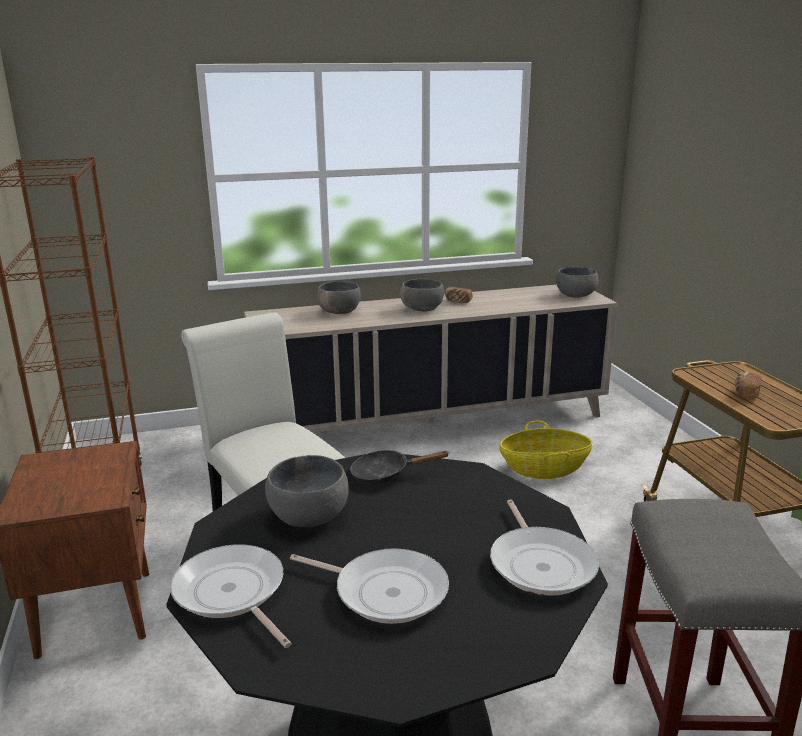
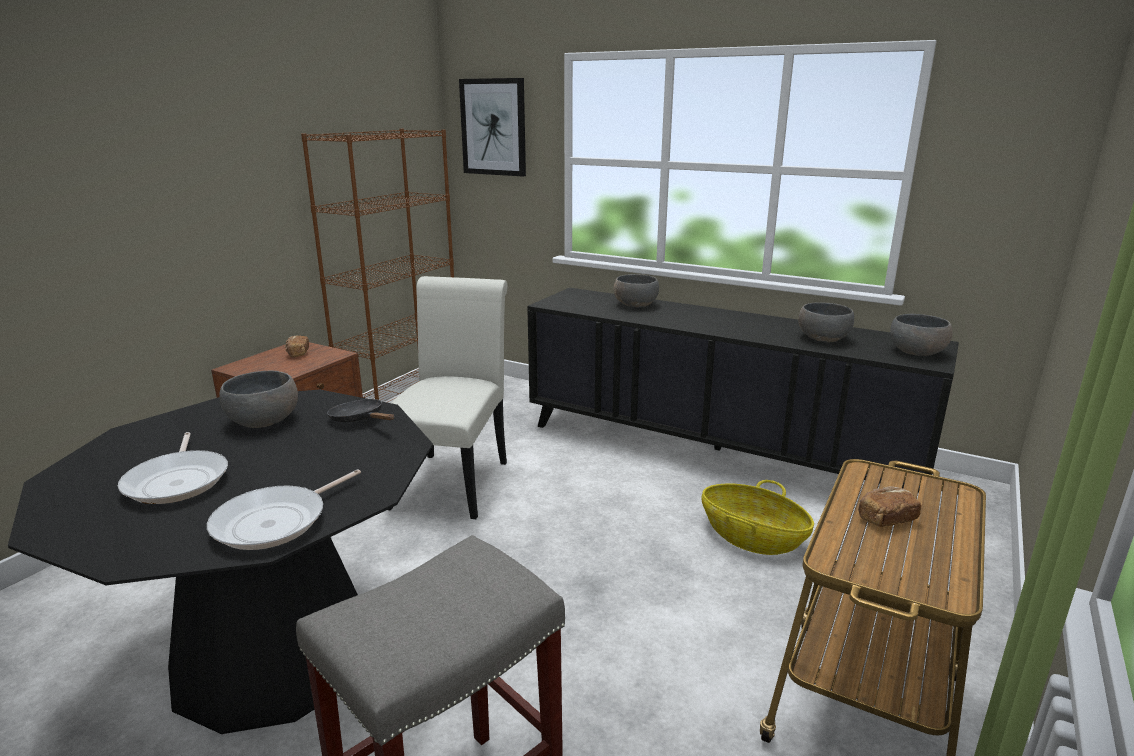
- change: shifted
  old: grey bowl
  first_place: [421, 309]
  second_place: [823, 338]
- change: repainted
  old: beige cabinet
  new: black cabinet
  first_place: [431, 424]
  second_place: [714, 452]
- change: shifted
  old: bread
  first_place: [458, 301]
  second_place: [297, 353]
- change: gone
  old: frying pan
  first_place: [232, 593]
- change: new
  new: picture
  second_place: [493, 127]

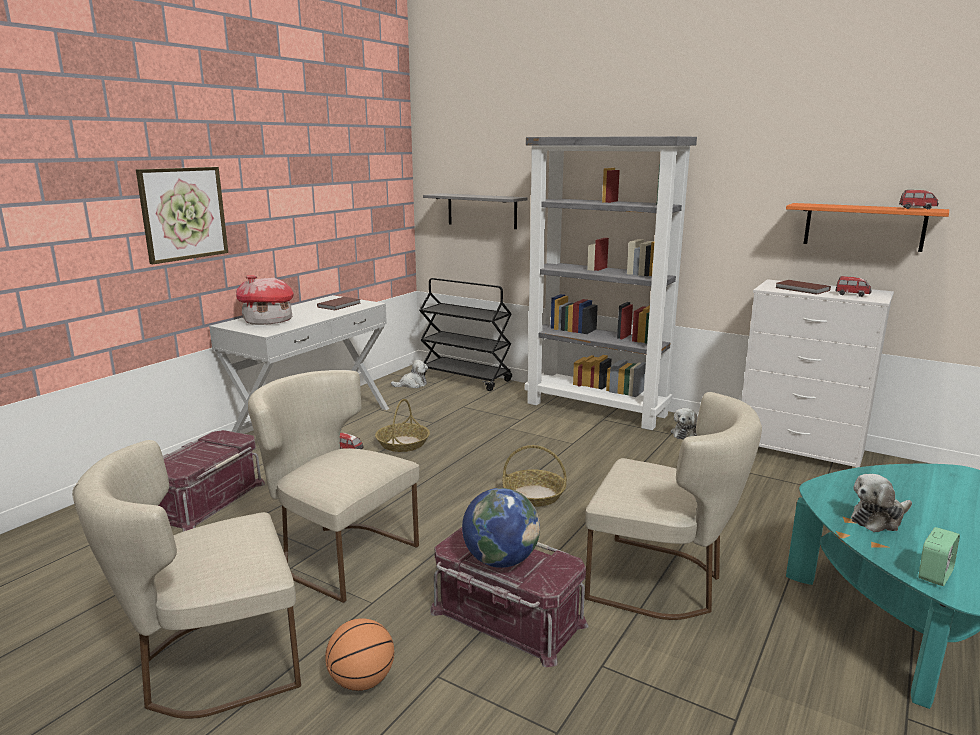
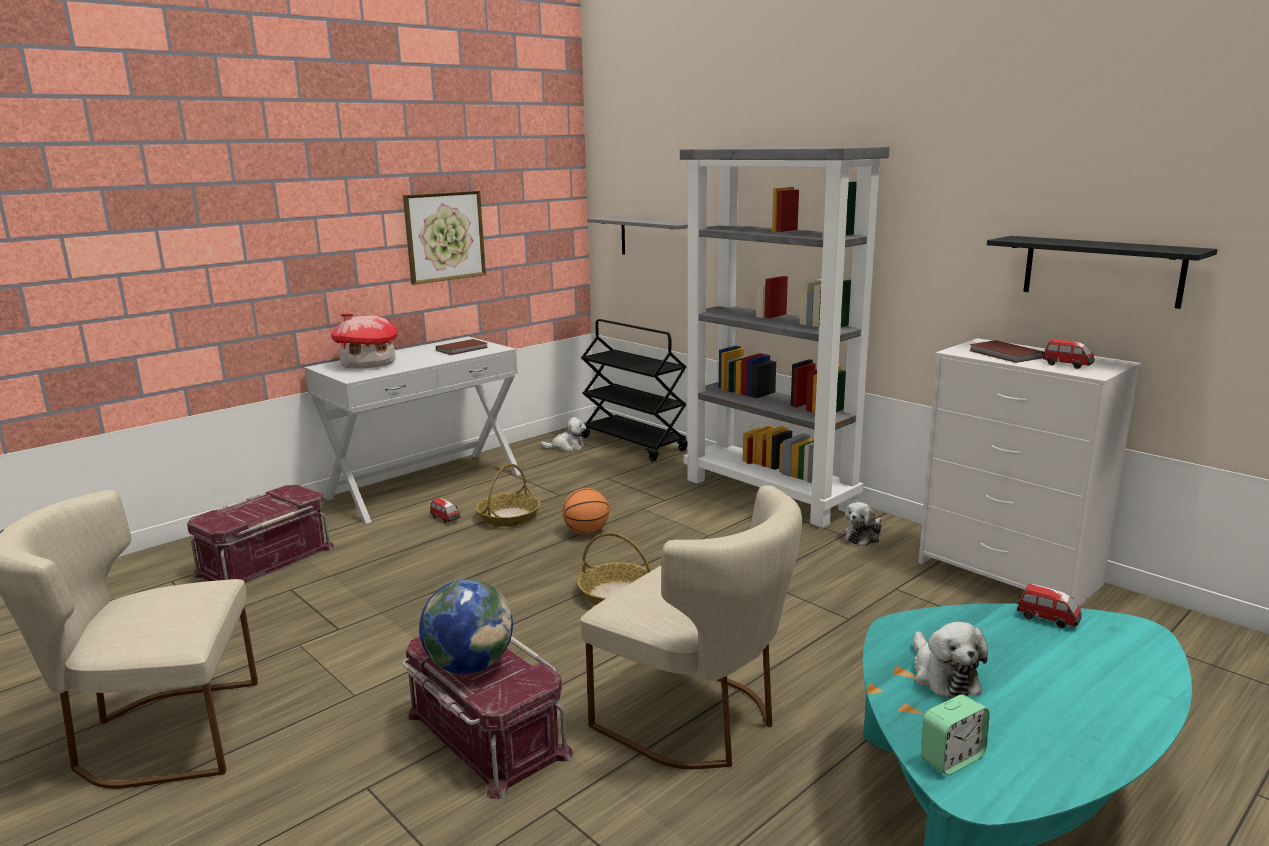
- change: shifted
  old: picture
  first_place: [183, 213]
  second_place: [444, 236]
- change: shifted
  old: toy car
  first_place: [917, 208]
  second_place: [1048, 619]
- change: repainted
  old: orange shelf
  new: black shelf
  first_place: [864, 226]
  second_place: [1101, 270]
- change: gone
  old: beige chair
  first_place: [338, 554]
- change: rotated
  old: plush toy
  first_place: [878, 519]
  second_place: [943, 676]
  degrees: -90
- change: shifted
  old: basketball
  first_place: [362, 681]
  second_place: [586, 532]

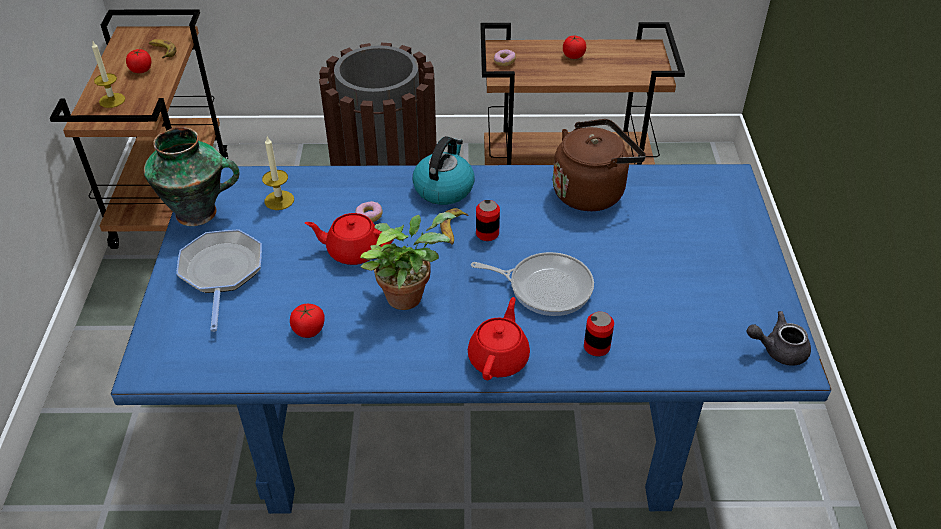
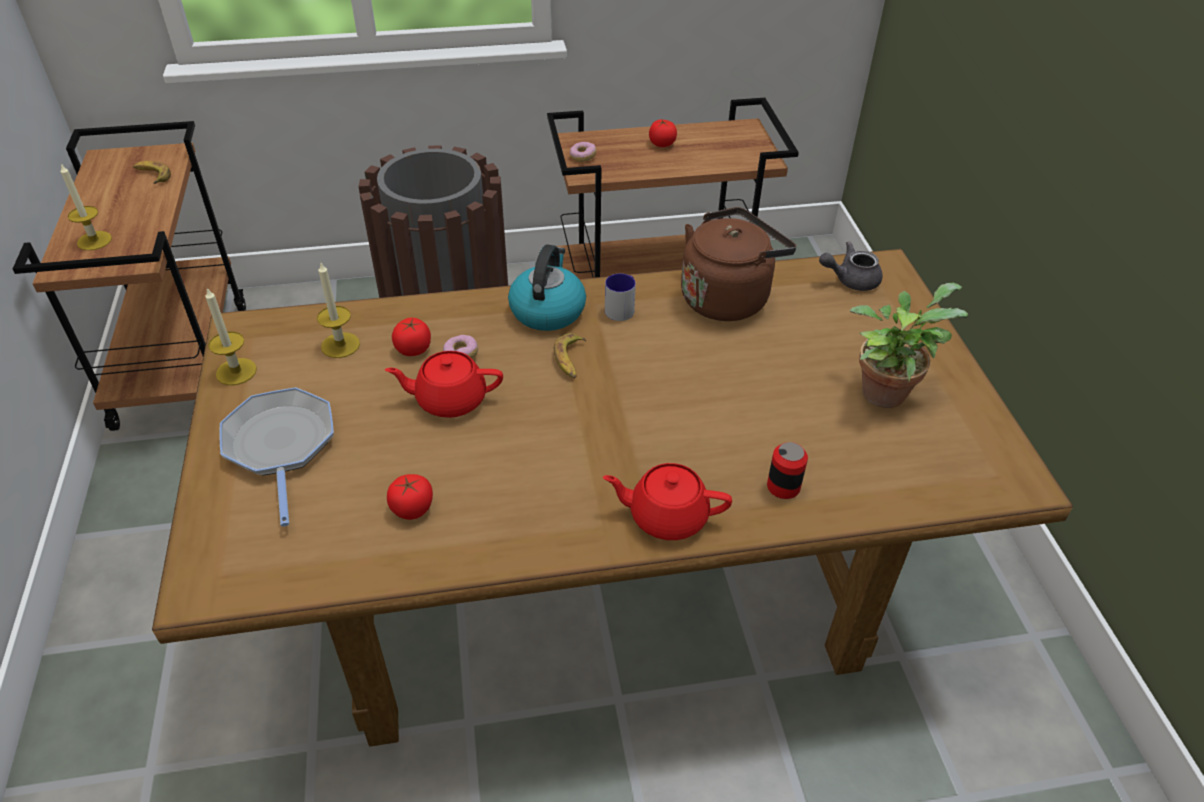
- change: shifted
  old: tomato
  first_place: [141, 70]
  second_place: [413, 349]
- change: swapped
  old: vase
  new: candle
  first_place: [198, 213]
  second_place: [236, 371]
- change: repainted
  old: blue dining table
  new: brown dining table
  first_place: [468, 412]
  second_place: [596, 582]
- change: gone
  old: can
  first_place: [487, 233]
- change: shifted
  old: potted plant
  first_place: [408, 294]
  second_place: [885, 389]
- change: gone
  old: frying pan
  first_place: [546, 287]
- change: rotated
  old: red teapot
  first_place: [499, 358]
  second_place: [666, 516]
  degrees: -90
- change: shifted
  old: grey teapot
  first_place: [778, 349]
  second_place: [850, 279]
- change: new
  new: mug
  second_place: [622, 308]

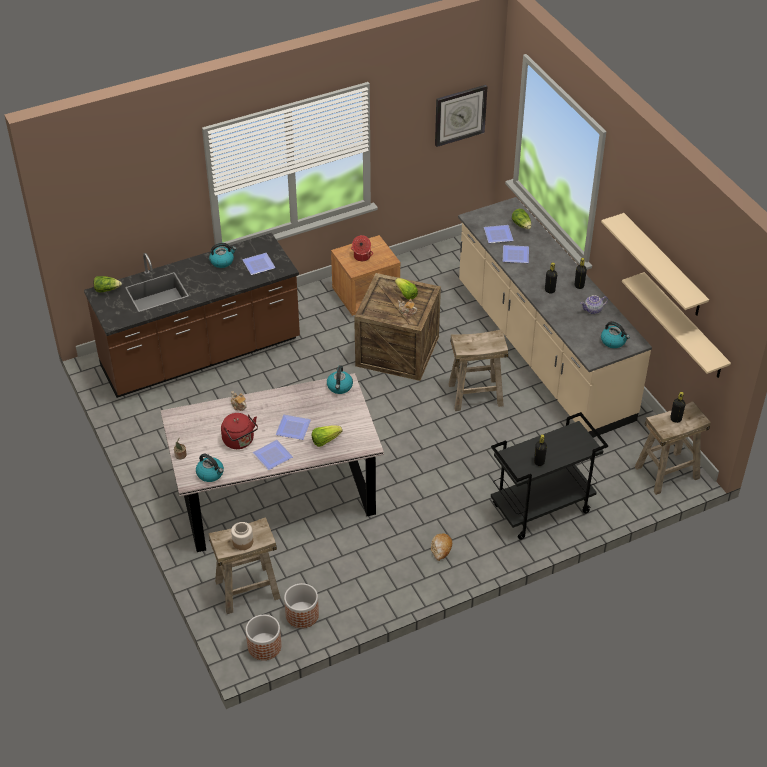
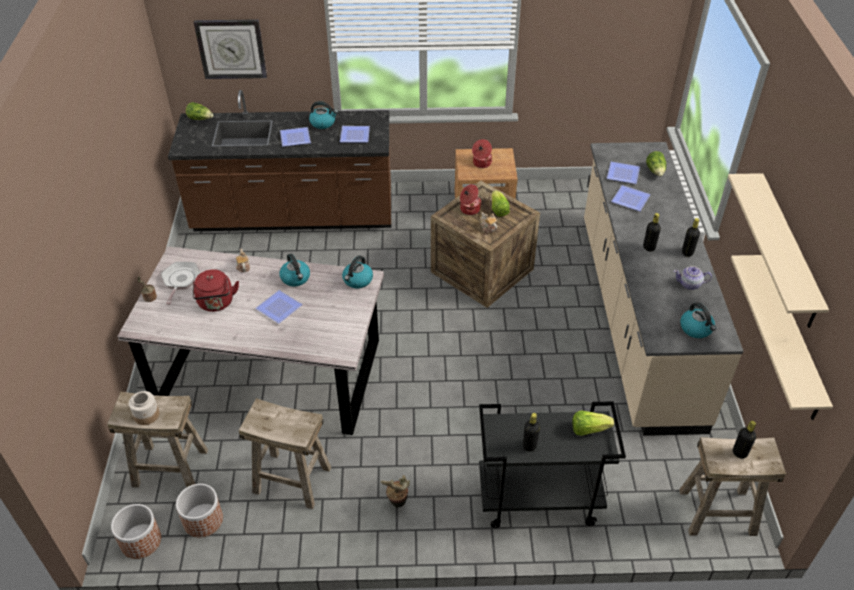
- change: shifted
  old: wall clock
  first_place: [460, 115]
  second_place: [231, 48]
- change: shifted
  old: beige stool
  first_place: [475, 395]
  second_place: [291, 480]
- change: shifted
  old: lettuce
  first_place: [325, 440]
  second_place: [588, 429]
- change: shifted
  old: plate
  first_place: [274, 456]
  second_place: [296, 138]
- change: shifted
  old: kettle
  first_place: [210, 474]
  second_place: [296, 278]
- change: swapped
  old: bread
  new: potted plant
  first_place: [441, 549]
  second_place: [397, 503]
- change: new
  new: cooking pot
  second_place: [469, 209]
- change: new
  new: frying pan
  second_place: [180, 281]

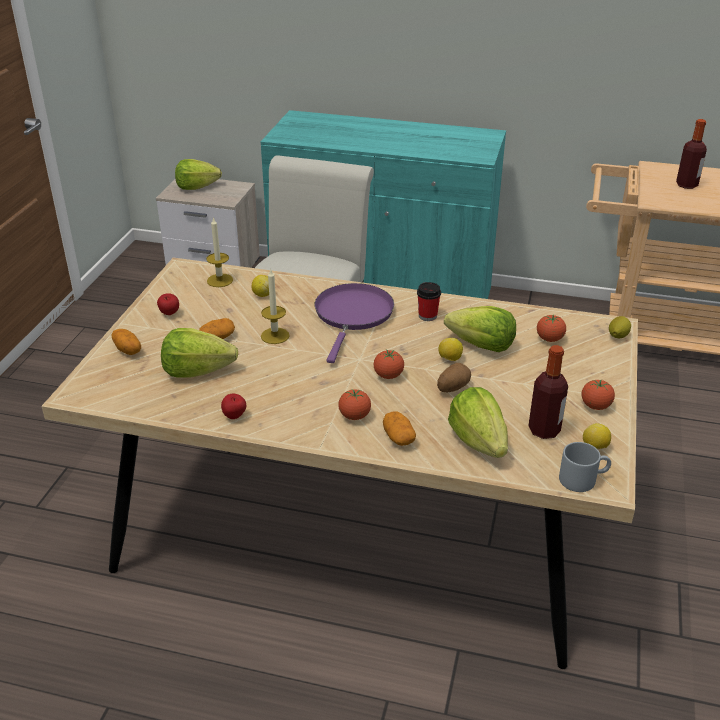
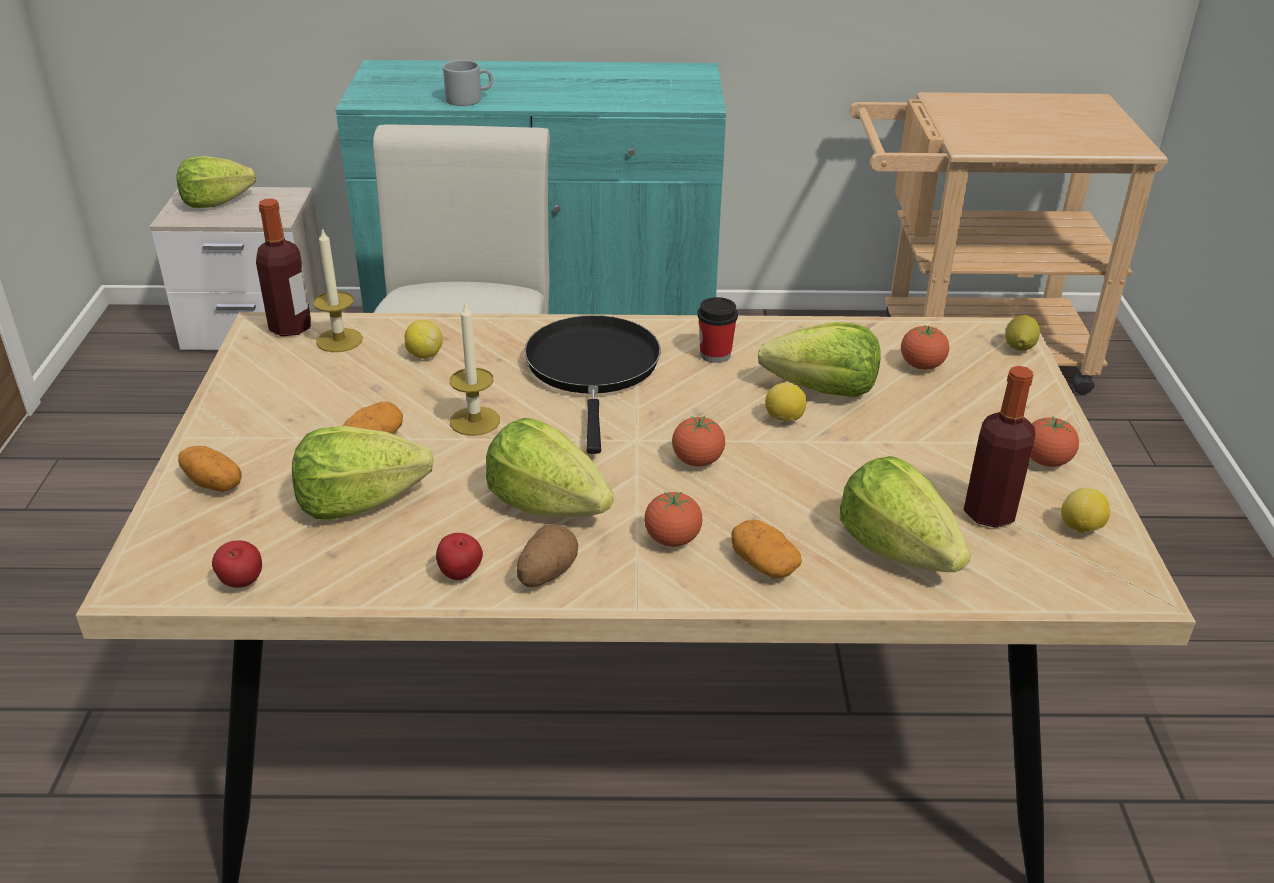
- change: shifted
  old: bottle
  first_place: [686, 185]
  second_place: [290, 327]
- change: repainted
  old: purple frying pan
  new: black frying pan
  first_place: [353, 315]
  second_place: [593, 369]
- change: shifted
  old: apple
  first_place: [169, 314]
  second_place: [242, 584]
- change: shifted
  old: potato
  first_place: [452, 387]
  second_place: [546, 573]
- change: shifted
  old: grey mug
  first_place: [583, 479]
  second_place: [469, 99]
- change: new
  new: lettuce
  second_place: [547, 504]

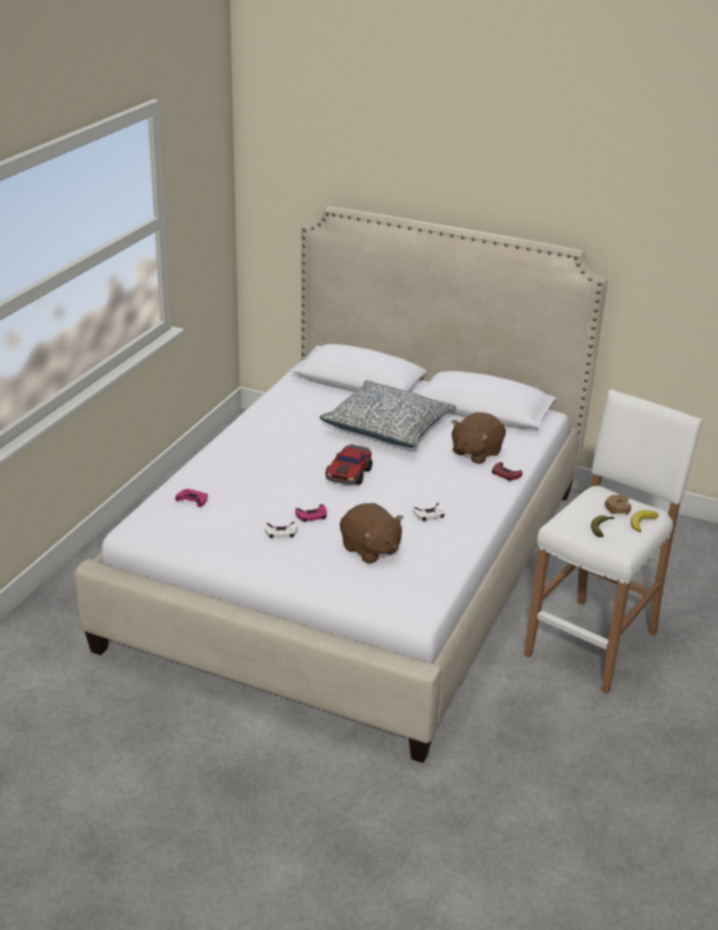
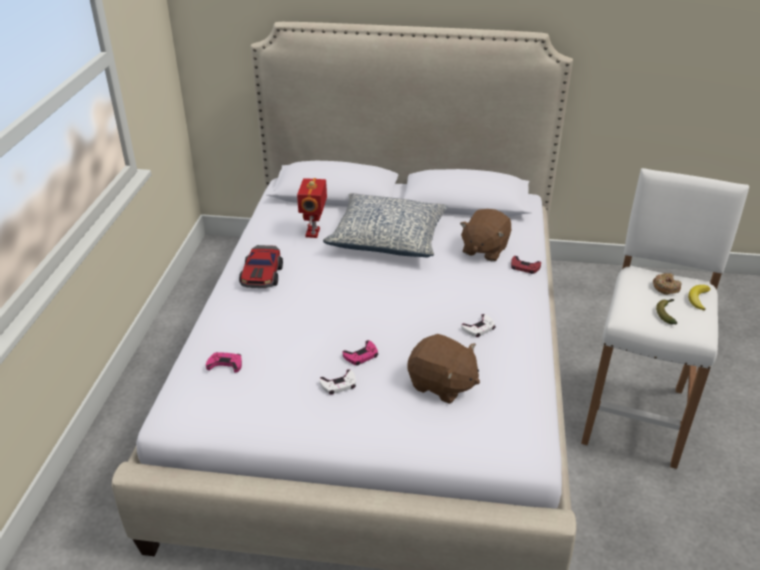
- change: shifted
  old: toy car
  first_place: [349, 473]
  second_place: [262, 275]
- change: new
  new: toy robot
  second_place: [314, 232]

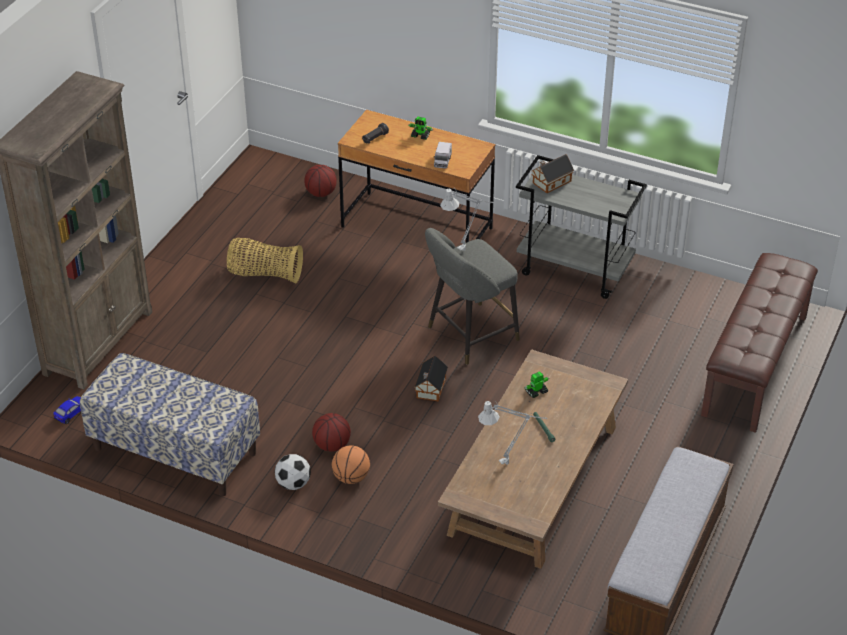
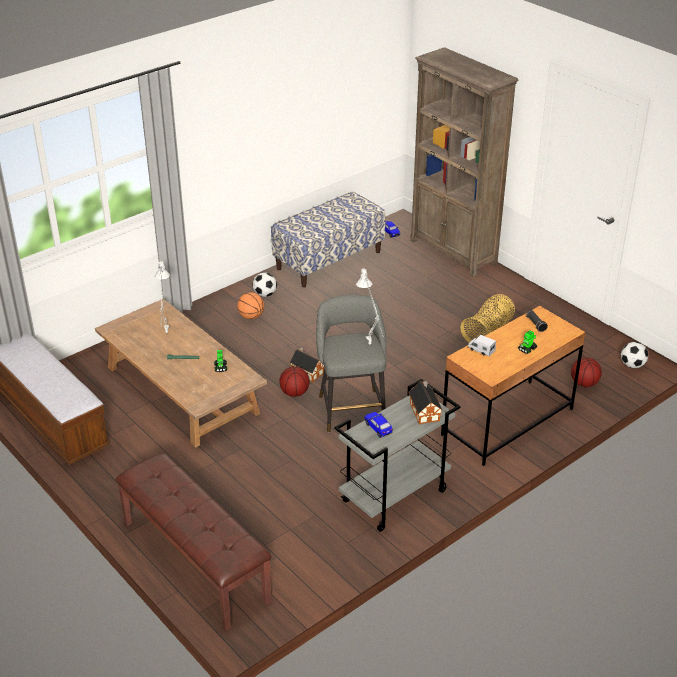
- change: shifted
  old: basketball
  first_place: [332, 445]
  second_place: [294, 393]
- change: new
  new: football
  second_place: [632, 365]
- change: new
  new: toy car
  second_place: [378, 428]

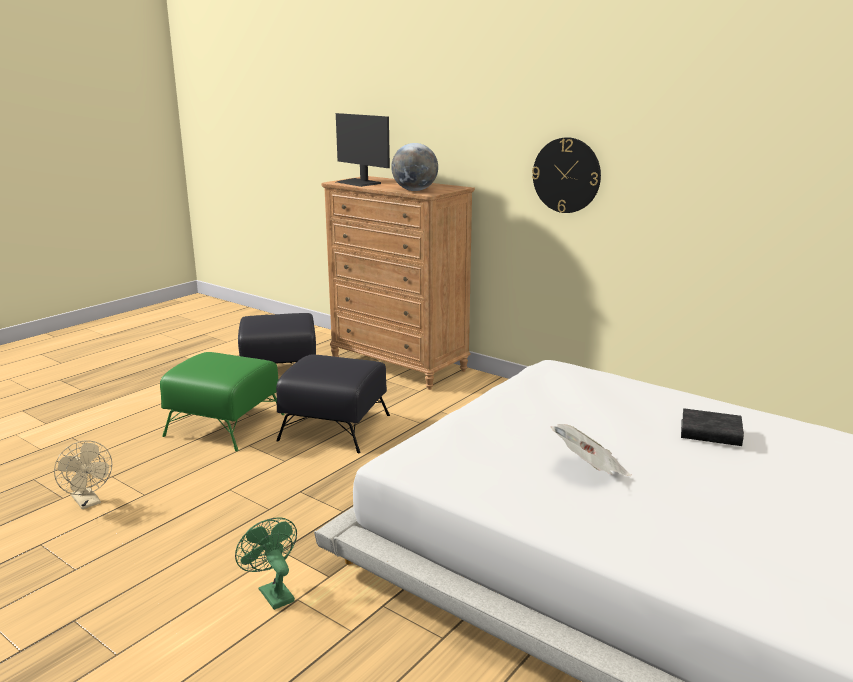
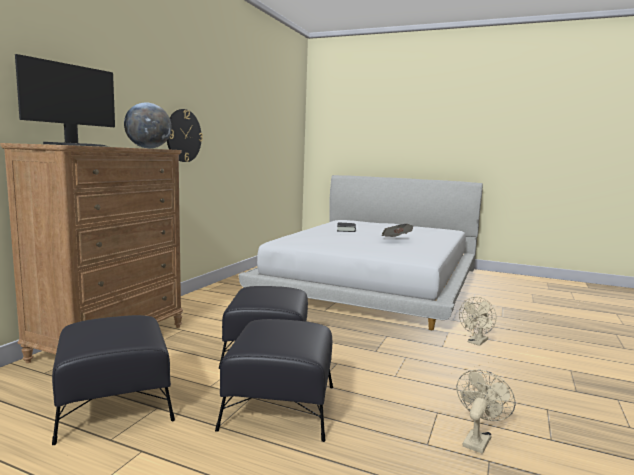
- change: repainted
  old: green ottoman
  new: black ottoman
  first_place: [225, 425]
  second_place: [280, 406]
- change: repainted
  old: green fan
  new: beige fan
  first_place: [273, 592]
  second_place: [476, 342]

